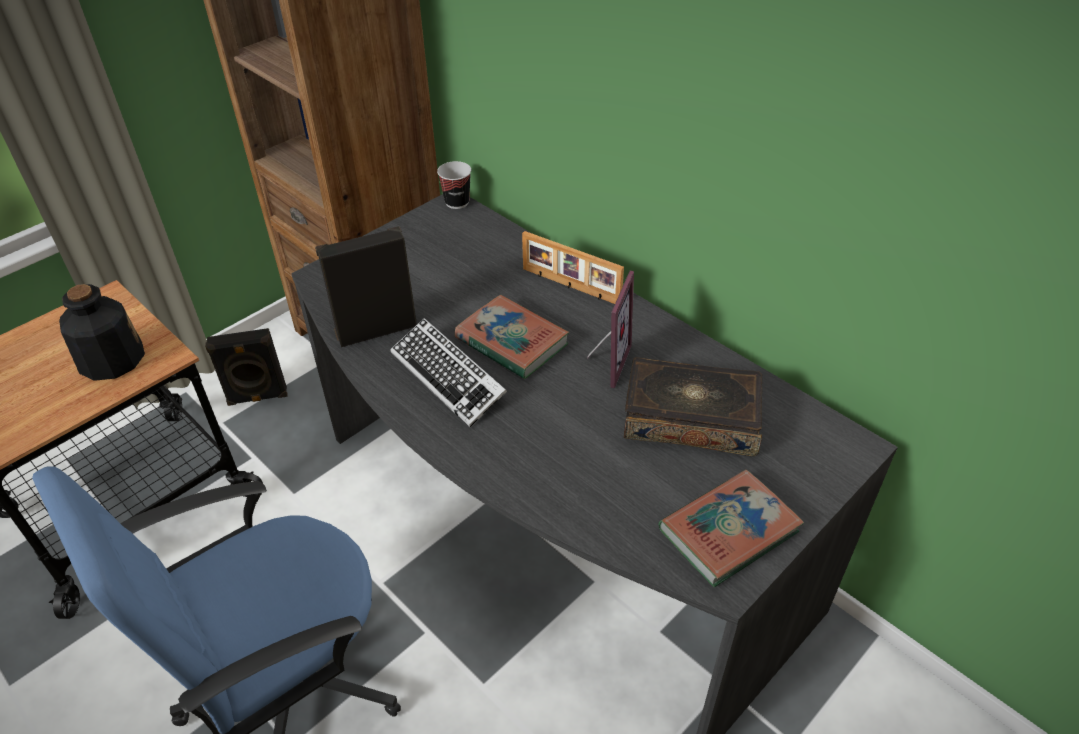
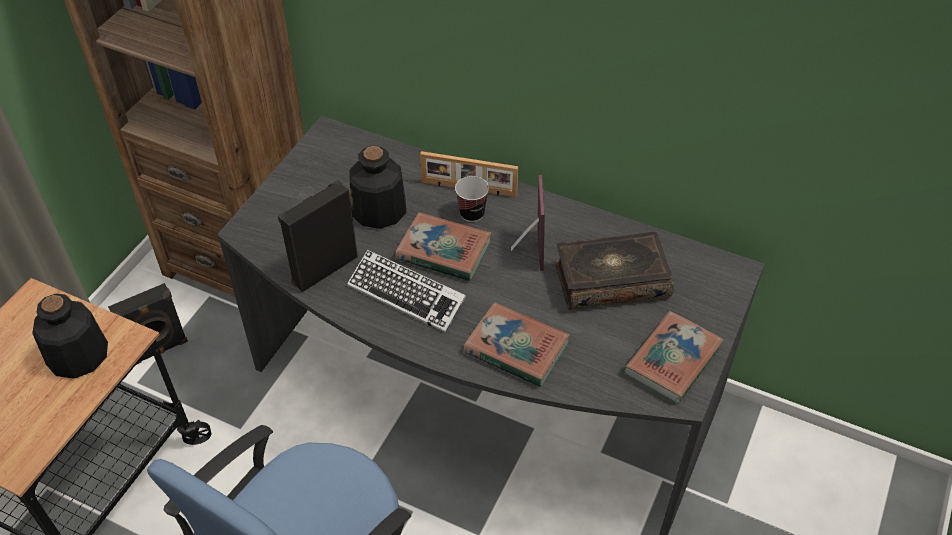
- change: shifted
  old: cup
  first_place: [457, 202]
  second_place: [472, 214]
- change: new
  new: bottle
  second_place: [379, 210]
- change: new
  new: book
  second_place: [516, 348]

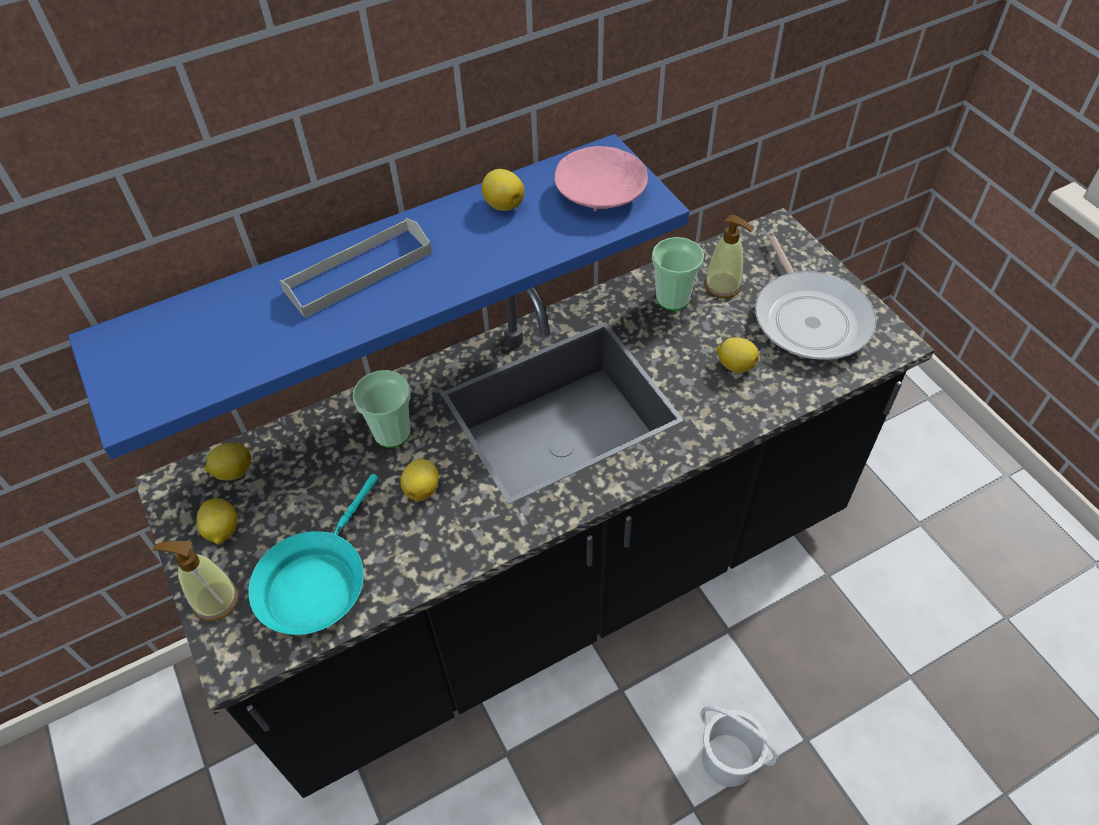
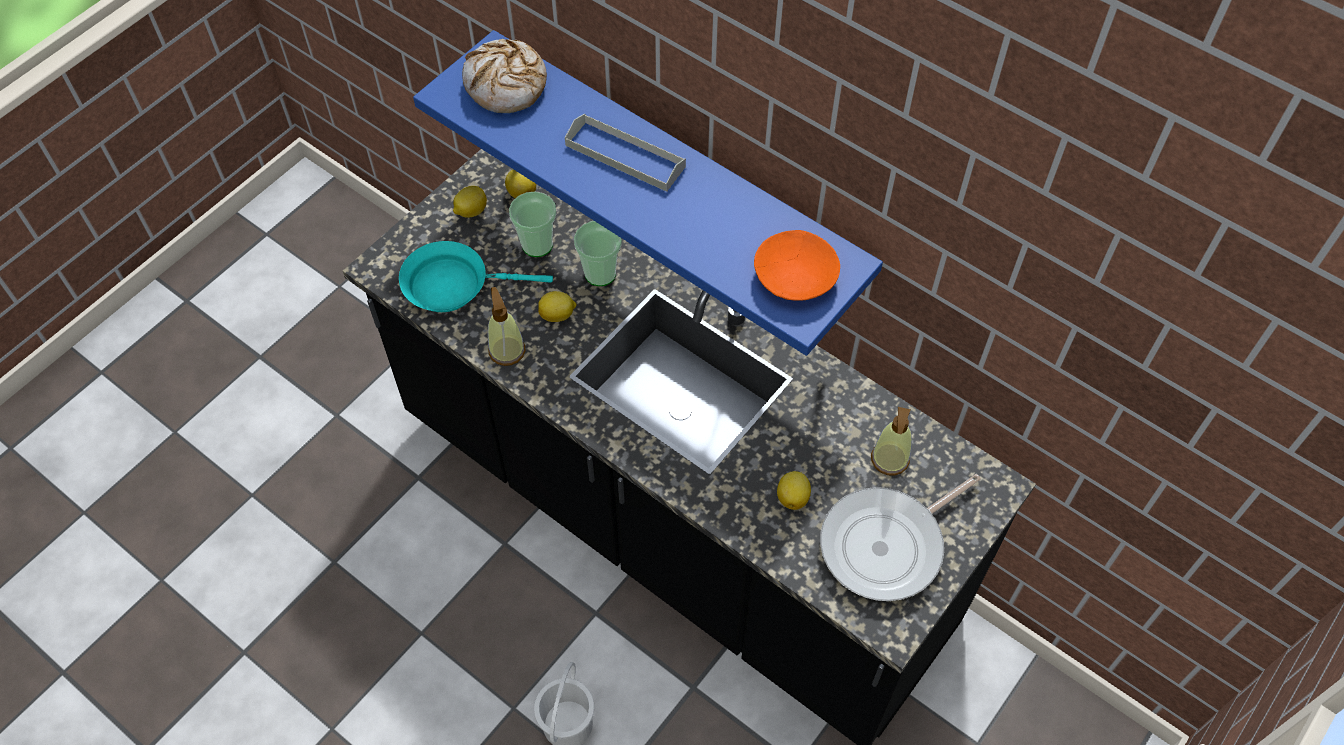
- change: repainted
  old: pink bowl
  new: orange bowl
  first_place: [601, 193]
  second_place: [794, 277]
- change: gone
  old: lemon
  first_place: [503, 204]
- change: shifted
  old: cup
  first_place: [673, 298]
  second_place: [537, 245]
- change: shifted
  old: soap dispenser
  first_place: [215, 600]
  second_place: [507, 350]
- change: new
  new: bread
  second_place: [506, 85]

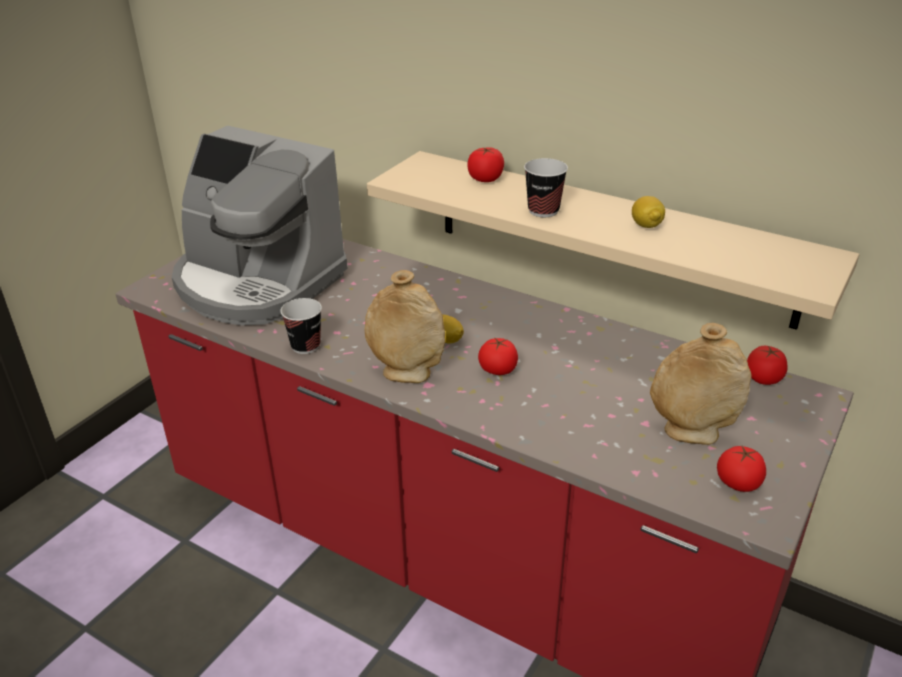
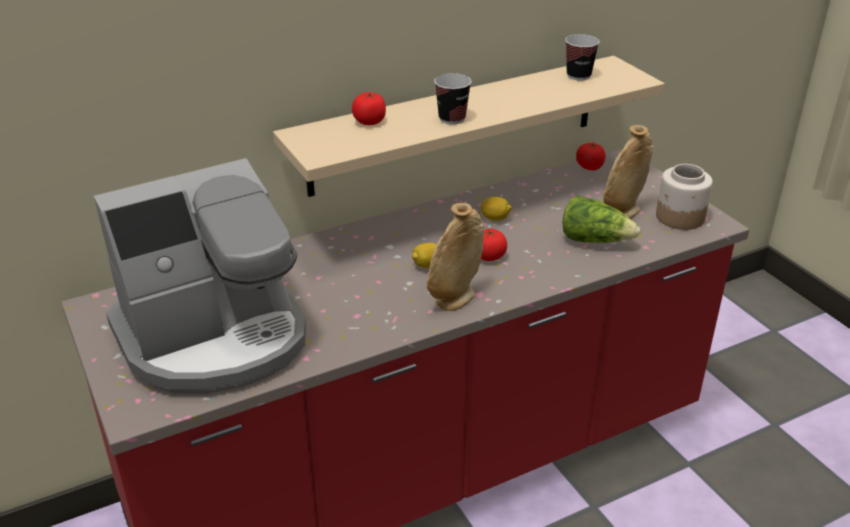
- change: shifted
  old: lemon
  first_place: [646, 225]
  second_place: [495, 218]
- change: shifted
  old: cup
  first_place: [305, 346]
  second_place: [578, 75]
- change: swapped
  old: tomato
  new: jar
  first_place: [738, 483]
  second_place: [680, 217]
- change: new
  new: lettuce
  second_place: [595, 240]

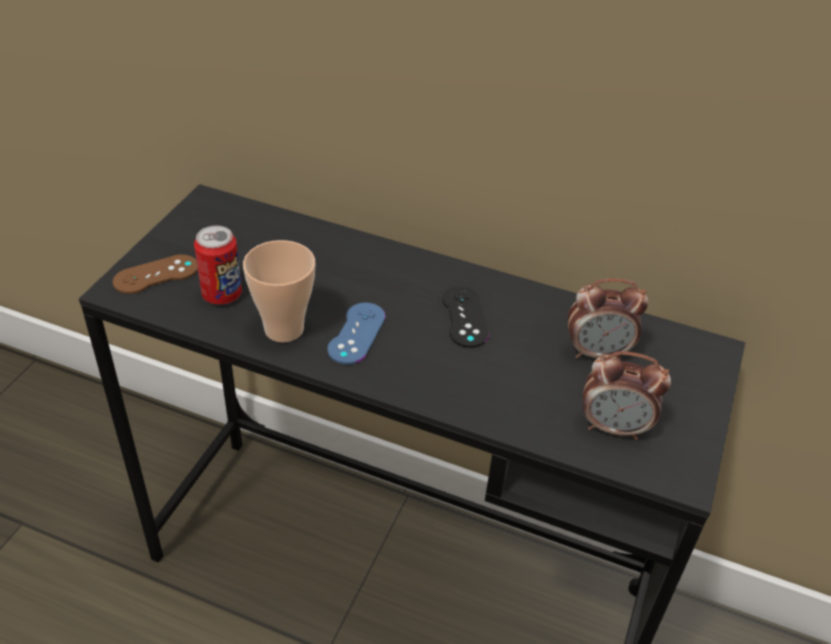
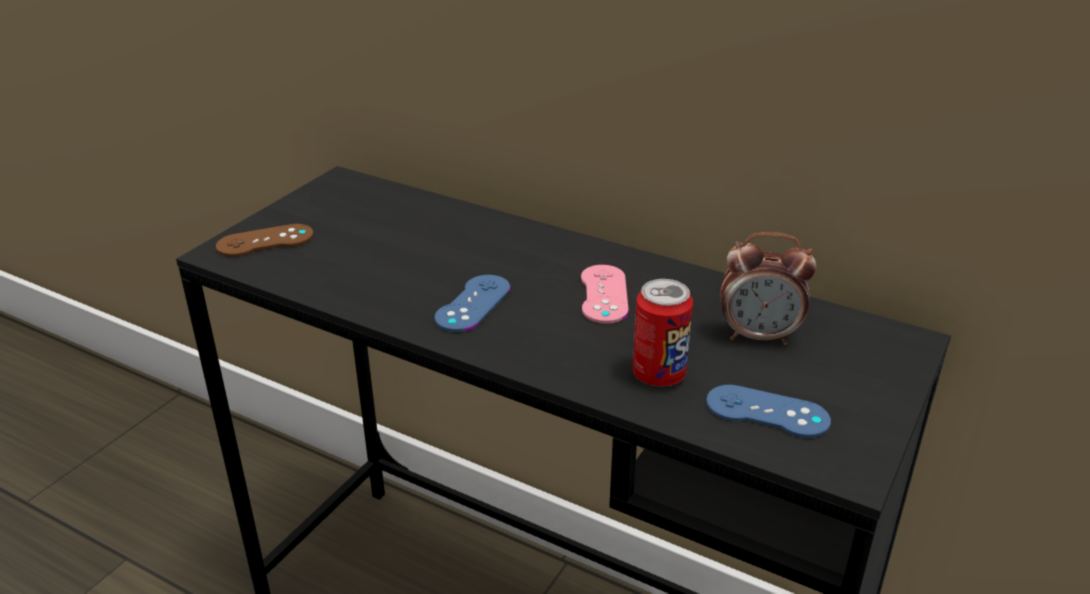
- change: shifted
  old: can
  first_place: [222, 295]
  second_place: [659, 375]
- change: gone
  old: cup
  first_place: [284, 329]
- change: repainted
  old: black game controller
  new: pink game controller
  first_place: [465, 317]
  second_place: [604, 294]
- change: swapped
  old: alarm clock
  new: blue game controller
  first_place: [614, 427]
  second_place: [767, 412]

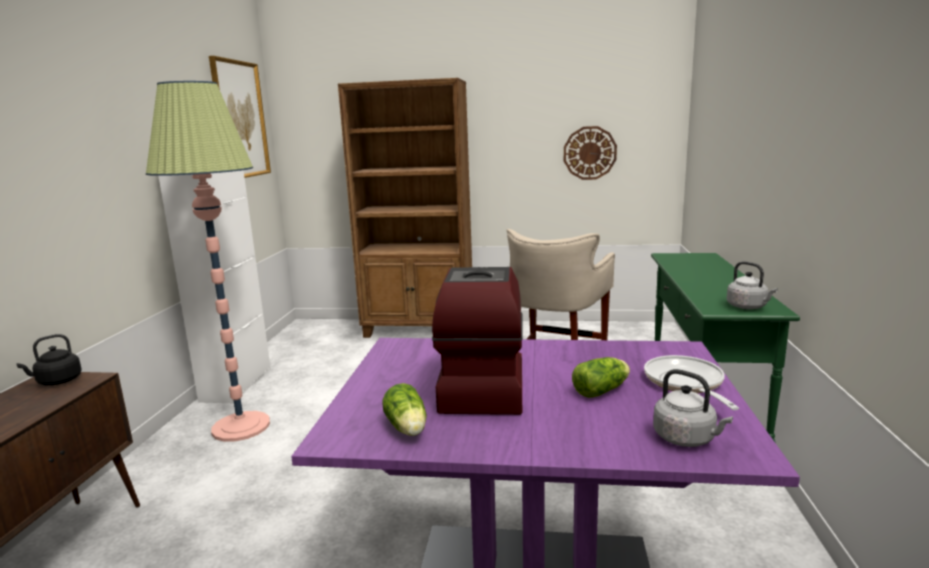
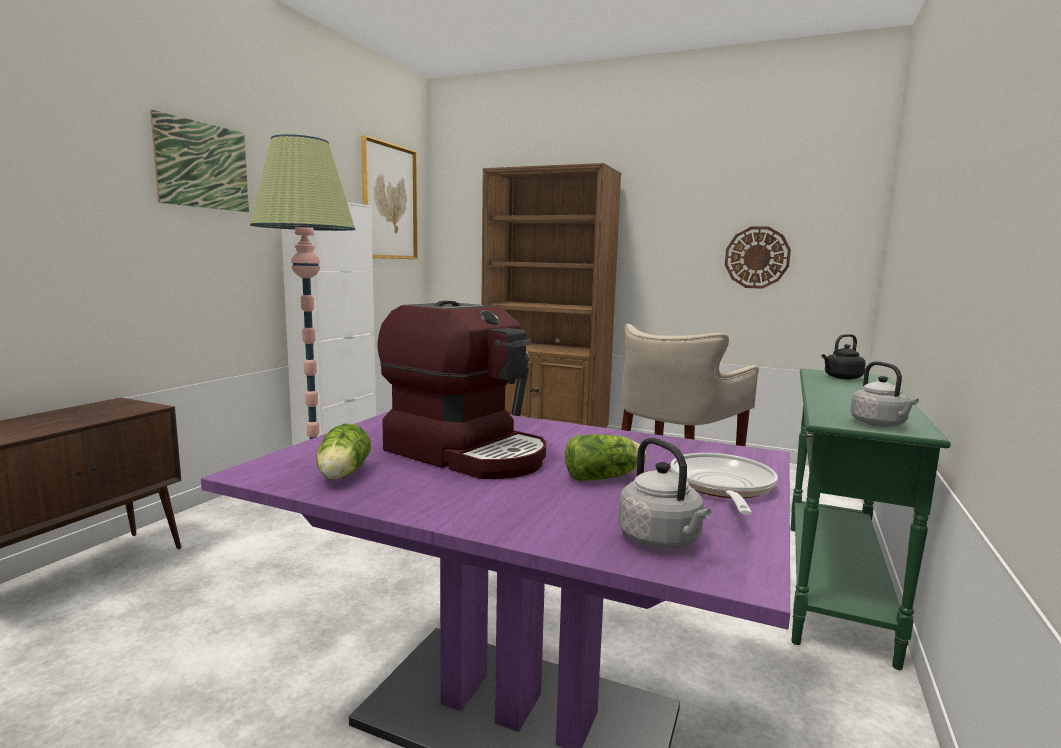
- change: rotated
  old: coffee machine
  first_place: [481, 386]
  second_place: [467, 453]
  degrees: 105
- change: shifted
  old: black kettle
  first_place: [57, 381]
  second_place: [841, 378]
- change: new
  new: picture
  second_place: [203, 165]

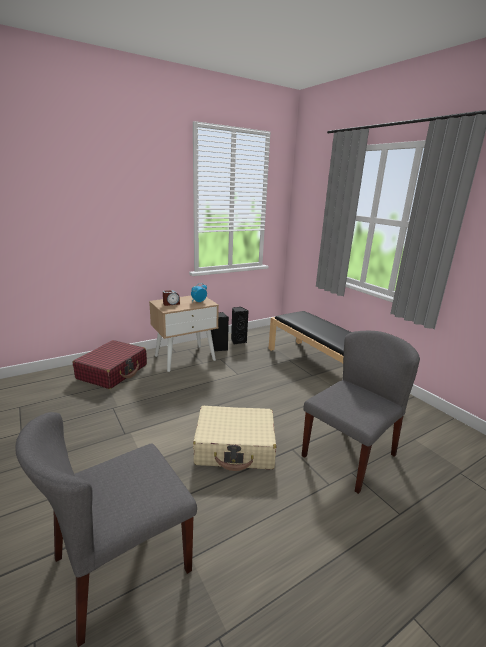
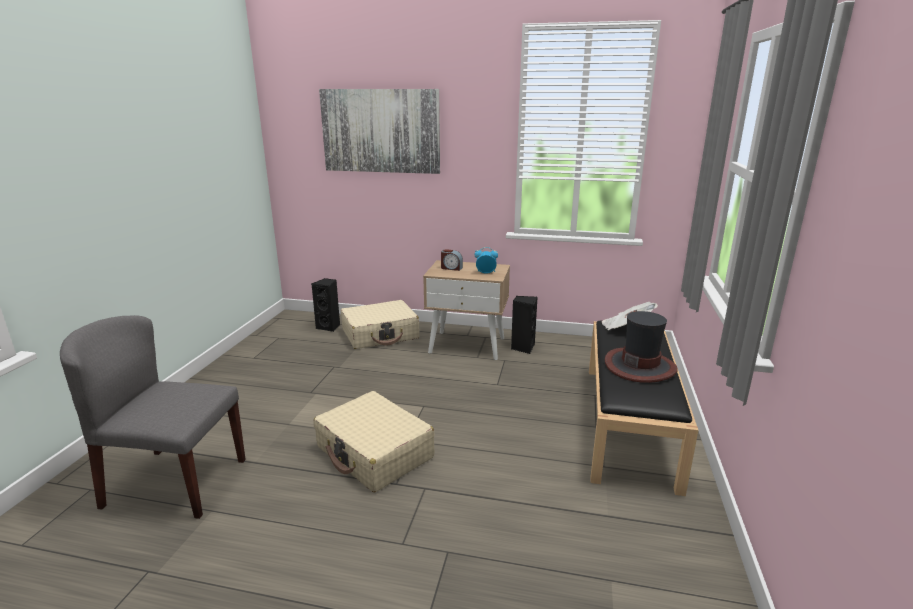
- change: shifted
  old: black speaker
  first_place: [238, 341]
  second_place: [329, 327]
- change: gone
  old: grey chair
  first_place: [349, 454]
- change: repainted
  old: red suitcase
  new: beige suitcase
  first_place: [113, 372]
  second_place: [380, 334]
- change: new
  new: picture
  second_place: [380, 131]
- change: new
  new: newspaper
  second_place: [626, 328]
- change: new
  new: hat
  second_place: [640, 366]

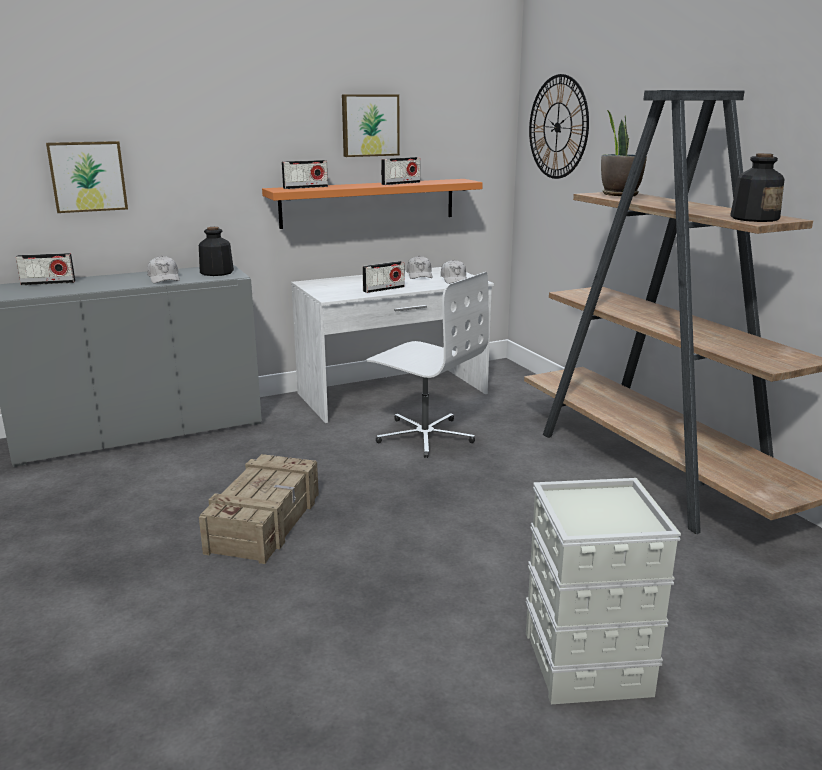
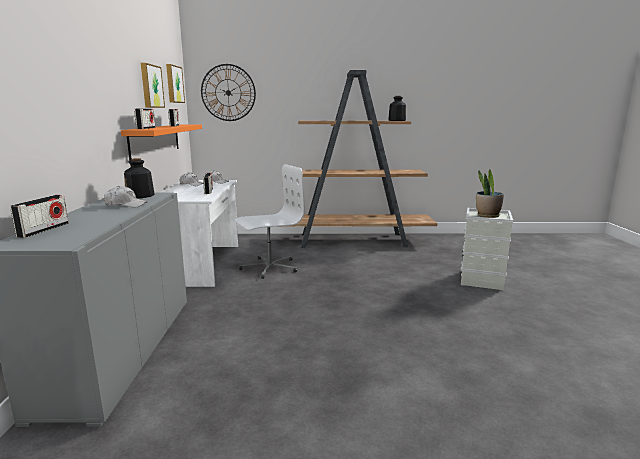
- change: shifted
  old: potted plant
  first_place: [619, 195]
  second_place: [487, 215]
- change: shifted
  old: picture
  first_place: [87, 176]
  second_place: [173, 84]
- change: gone
  old: crate
  first_place: [266, 522]

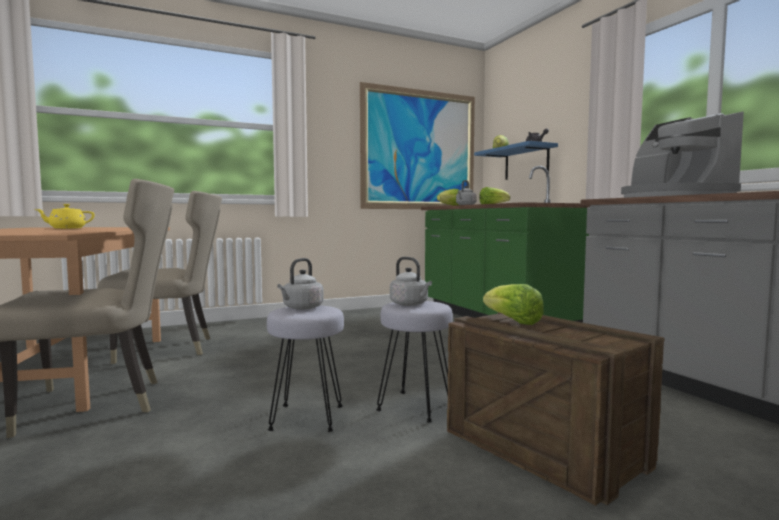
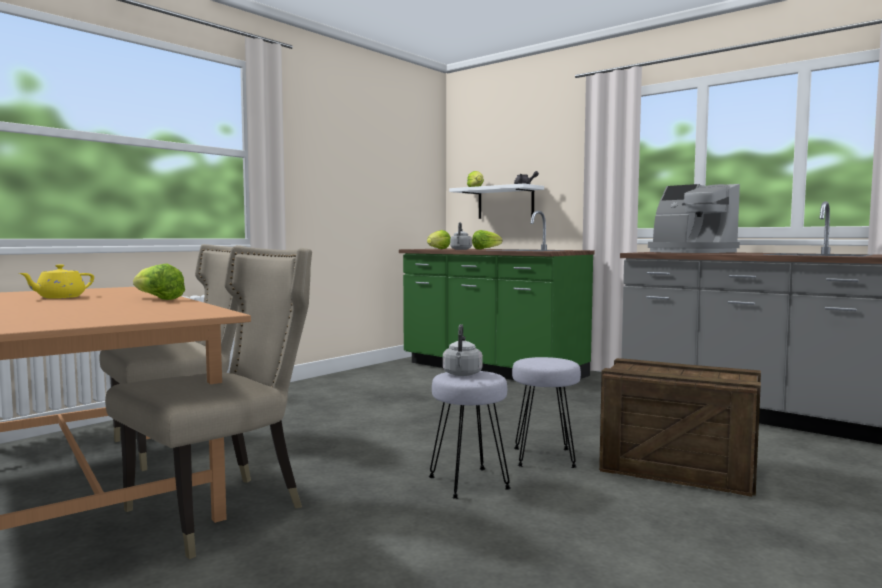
- change: gone
  old: picture
  first_place: [419, 150]
- change: repainted
  old: blue shelf
  new: white shelf
  first_place: [526, 163]
  second_place: [505, 203]
- change: gone
  old: grey kettle
  first_place: [410, 304]
- change: shifted
  old: lettuce
  first_place: [512, 321]
  second_place: [158, 299]

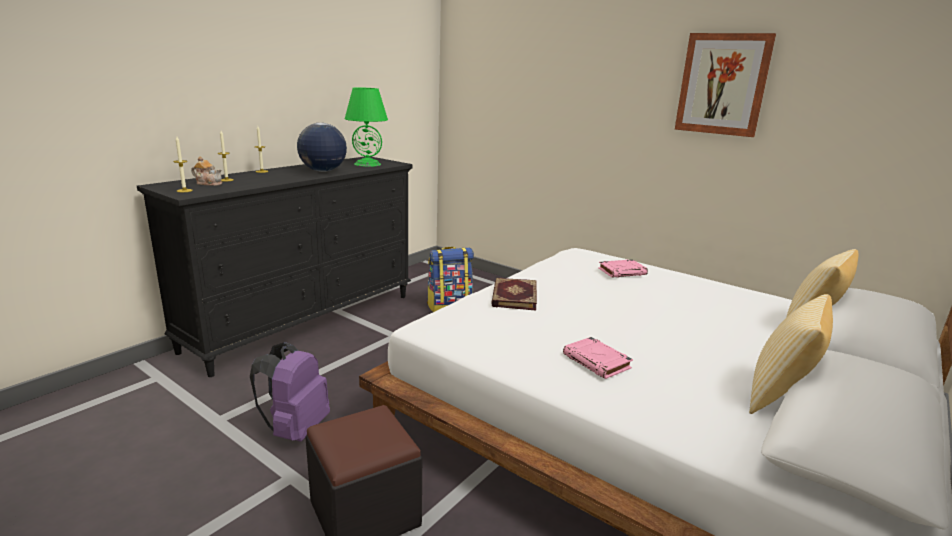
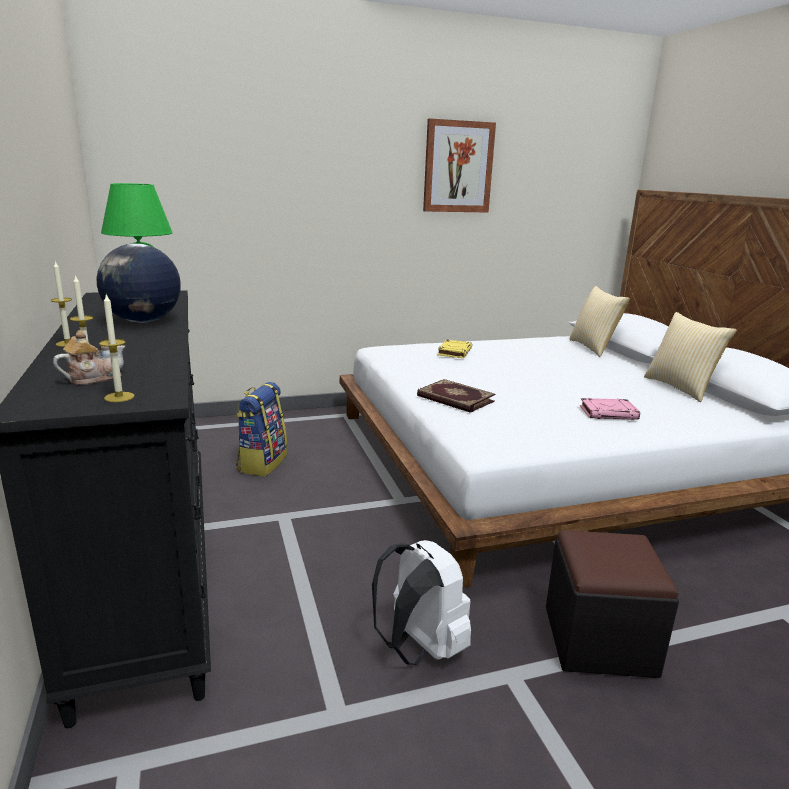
- change: repainted
  old: pink book
  new: yellow book
  first_place: [622, 271]
  second_place: [454, 352]
- change: repainted
  old: purple backpack
  new: white backpack
  first_place: [295, 429]
  second_place: [419, 648]

